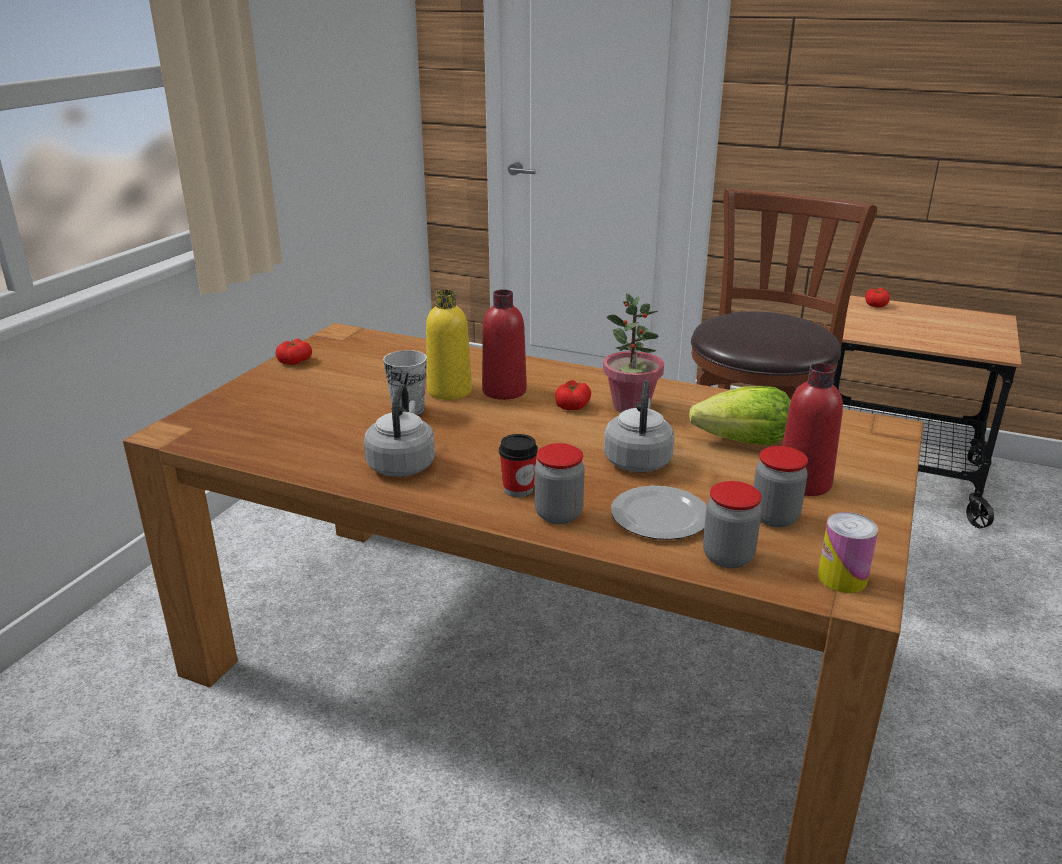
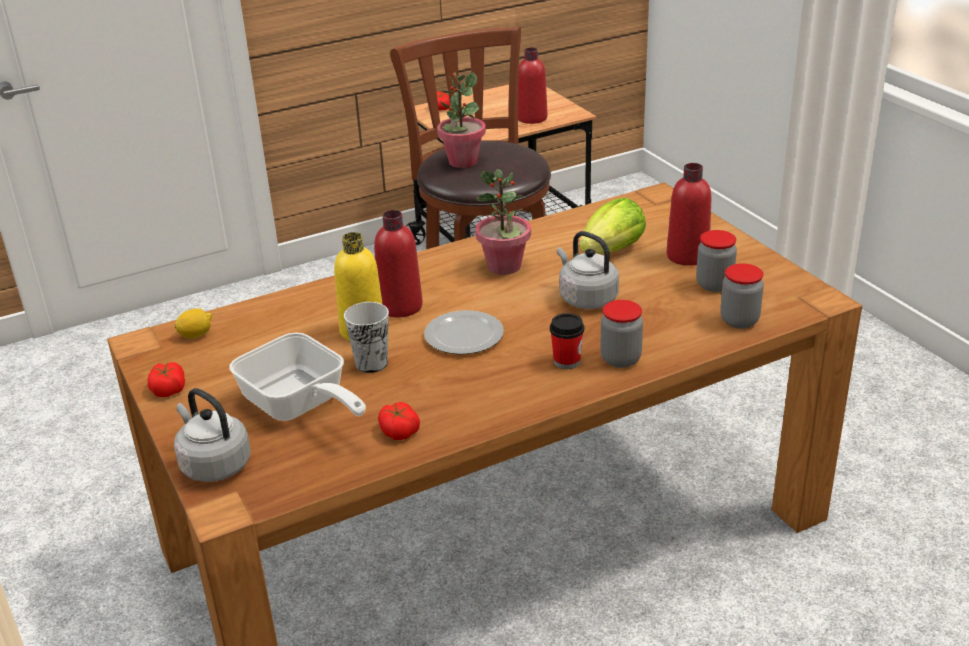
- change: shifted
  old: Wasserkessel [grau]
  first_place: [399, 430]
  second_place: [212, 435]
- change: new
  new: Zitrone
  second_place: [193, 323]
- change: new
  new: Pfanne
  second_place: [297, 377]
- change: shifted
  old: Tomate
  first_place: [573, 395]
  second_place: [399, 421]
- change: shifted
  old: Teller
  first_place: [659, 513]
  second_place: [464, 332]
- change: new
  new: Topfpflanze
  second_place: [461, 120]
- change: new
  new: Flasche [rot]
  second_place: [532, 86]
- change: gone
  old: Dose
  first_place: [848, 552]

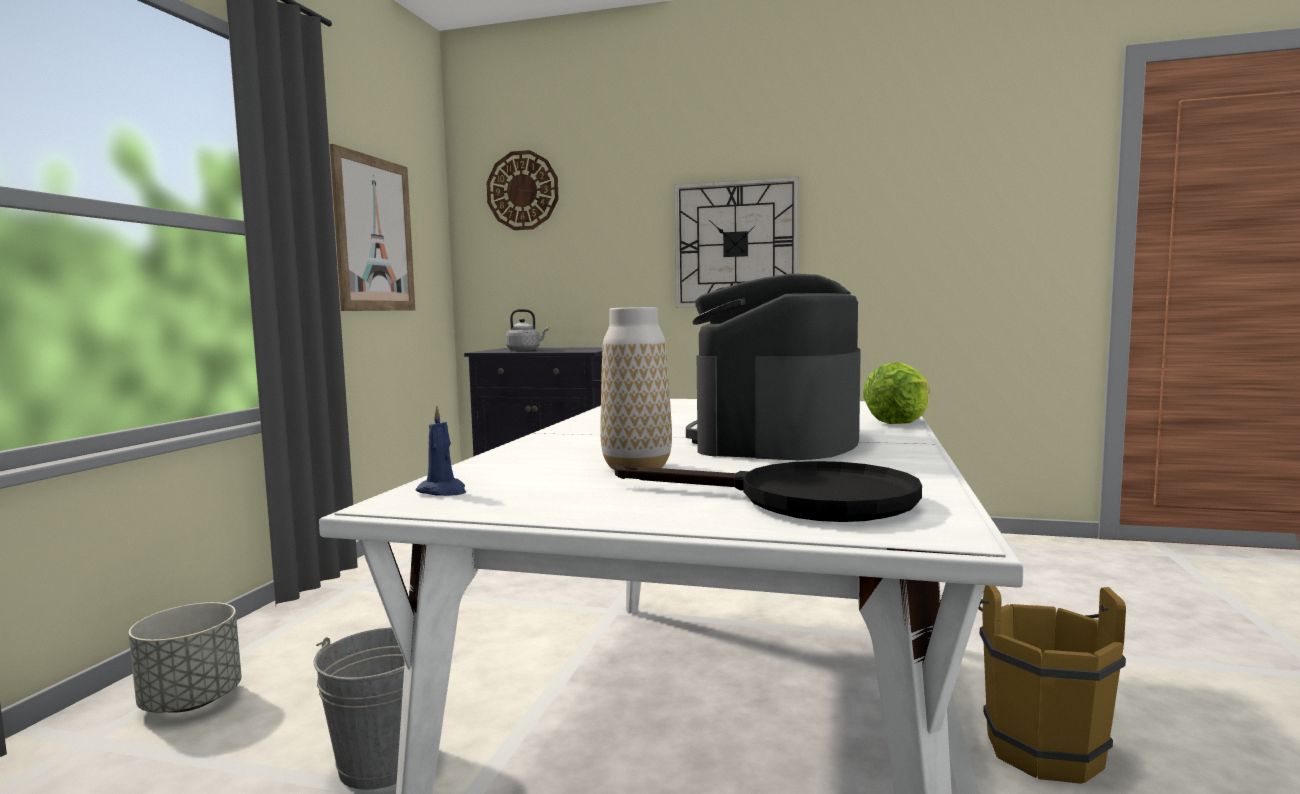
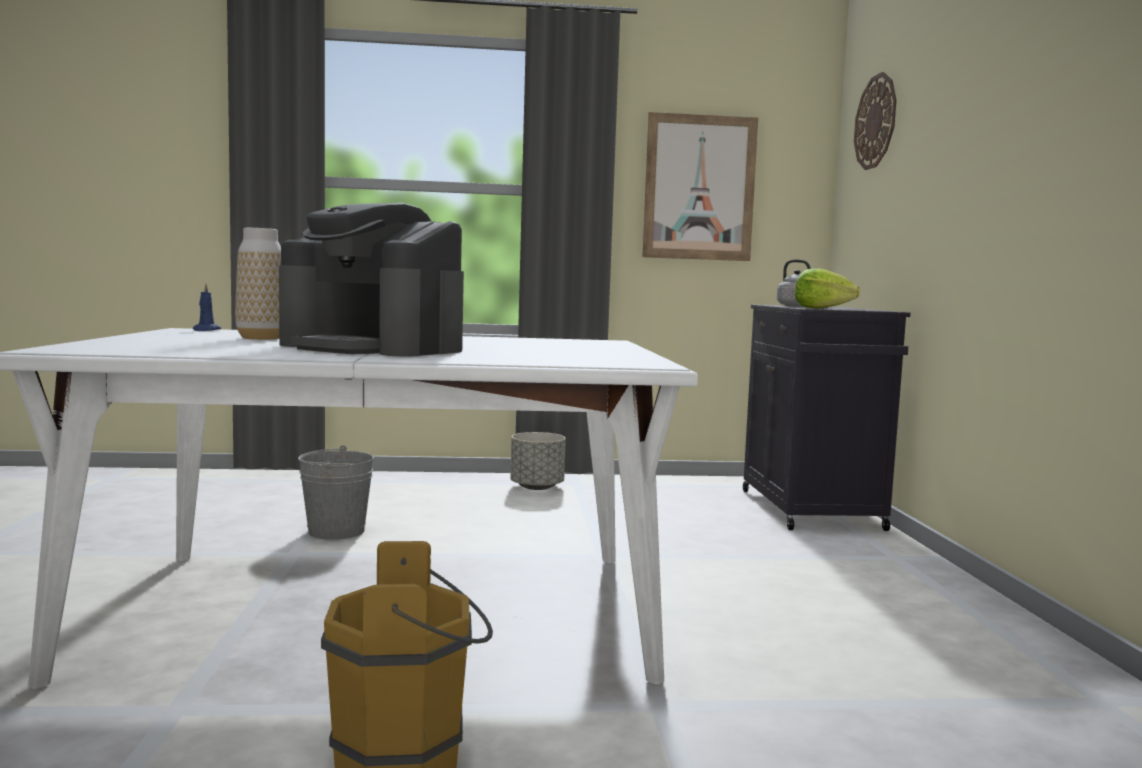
- change: rotated
  old: Kaffeemaschine
  first_place: [773, 366]
  second_place: [371, 280]
  degrees: -150
- change: shifted
  old: Pflanzkübel [grau]
  first_place: [185, 657]
  second_place: [538, 461]
- change: shifted
  old: Salatkopf
  first_place: [896, 393]
  second_place: [827, 288]
- change: gone
  old: Pfanne [schwarz]
  first_place: [768, 491]
- change: gone
  old: Wanduhr
  first_place: [736, 242]

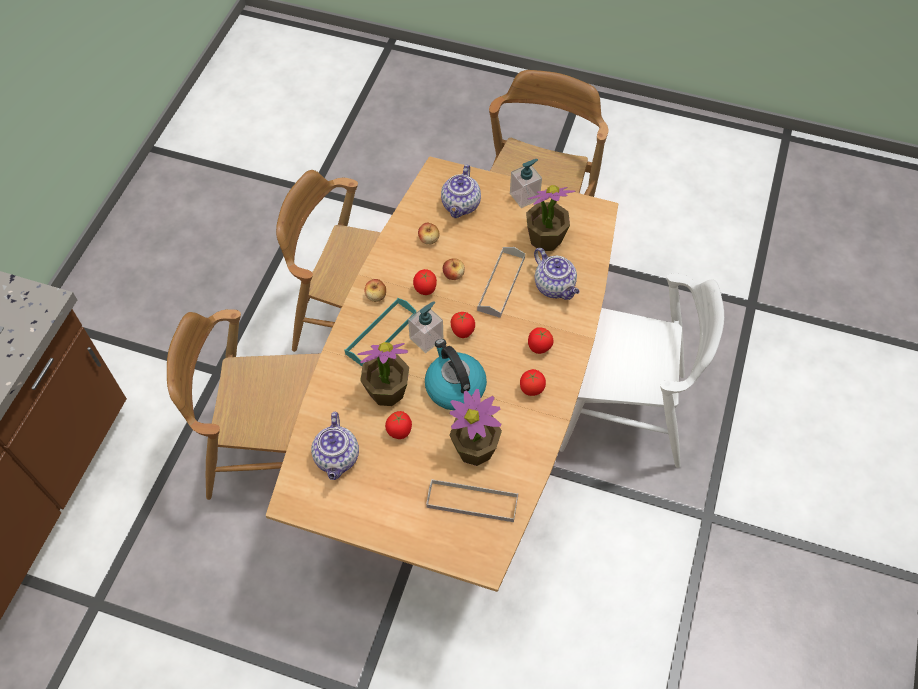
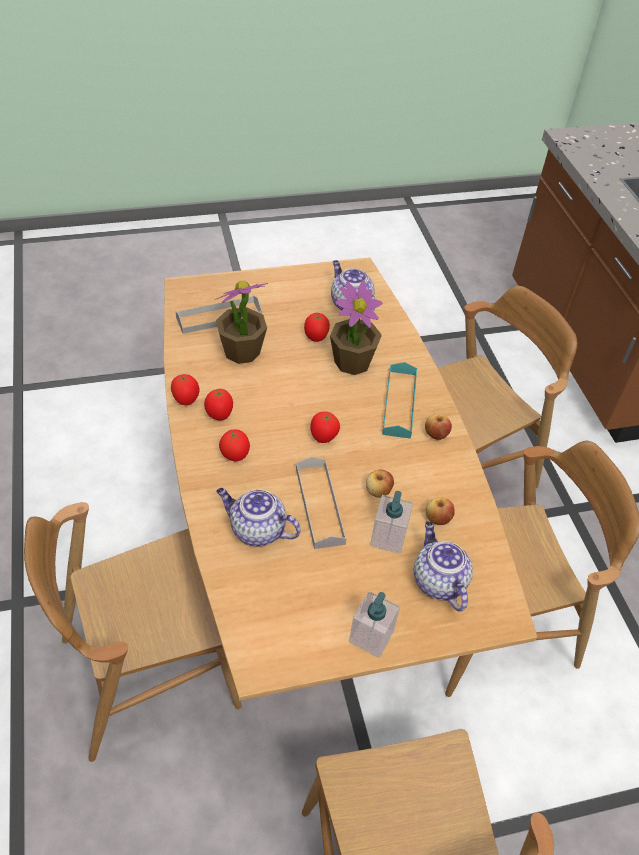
- change: repainted
  old: Stuhl [weiß]
  new: Stuhl [braun]
  first_place: [641, 370]
  second_place: [133, 632]
- change: shifted
  old: Tomate
  first_place: [425, 282]
  second_place: [185, 389]
- change: shifted
  old: Seifenspender
  first_place: [425, 327]
  second_place: [391, 522]
- change: gone
  old: Wasserkessel
  first_place: [456, 374]
- change: gone
  old: Topfpflanze
  first_place: [550, 218]

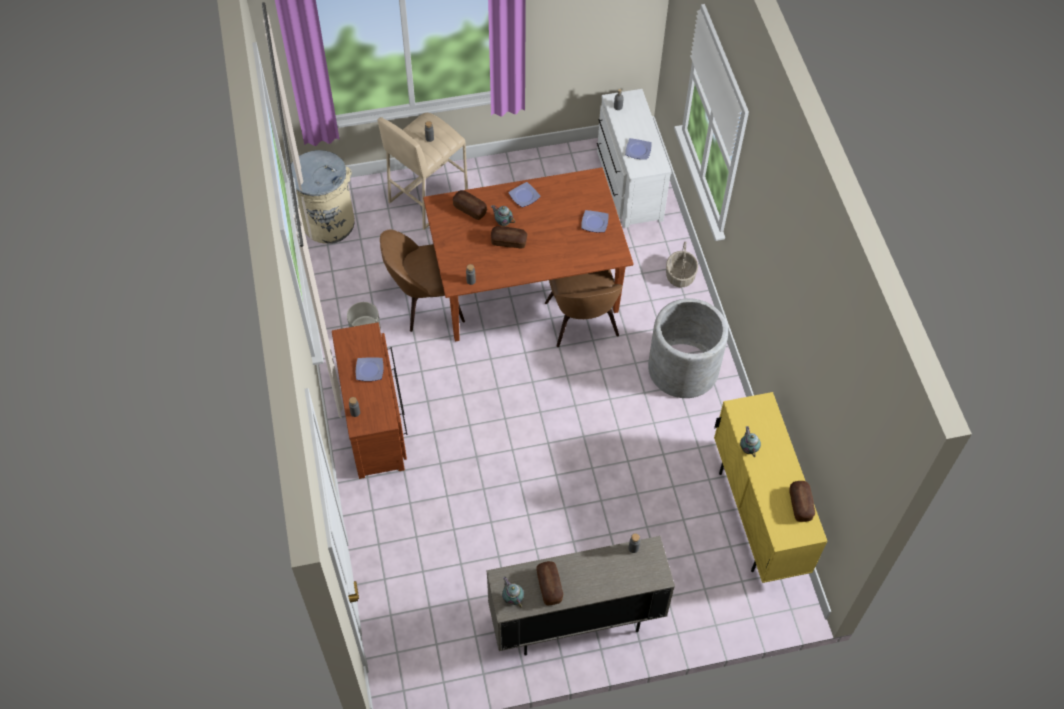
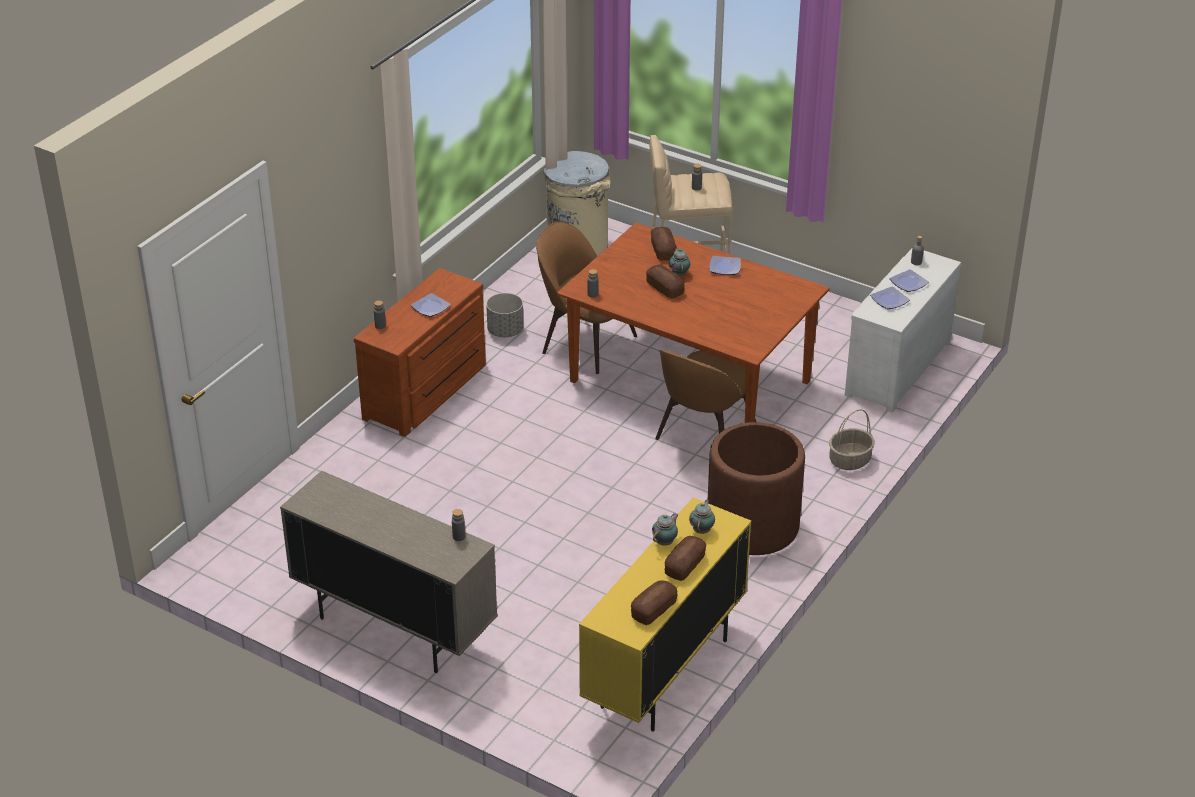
- change: shifted
  old: Brot
  first_place: [549, 583]
  second_place: [685, 558]
- change: shifted
  old: Teekanne
  first_place: [513, 592]
  second_place: [702, 517]
- change: repainted
  old: Pflanzkübel [grau]
  new: Pflanzkübel [braun]
  first_place: [688, 348]
  second_place: [756, 488]
- change: shifted
  old: Teller
  first_place: [594, 221]
  second_place: [909, 280]

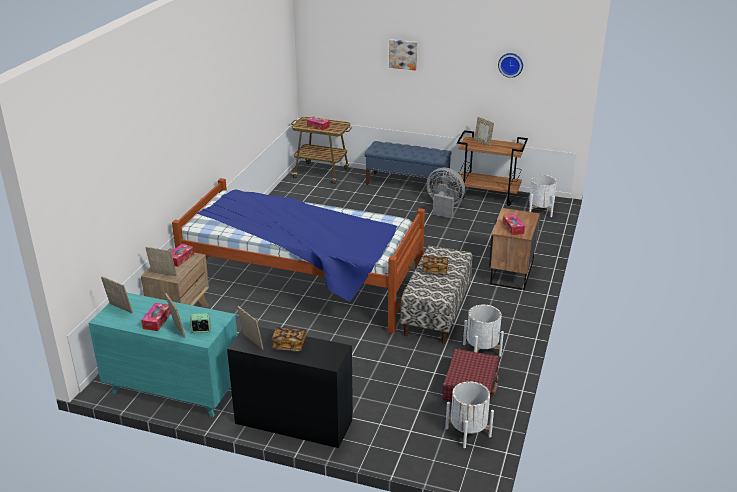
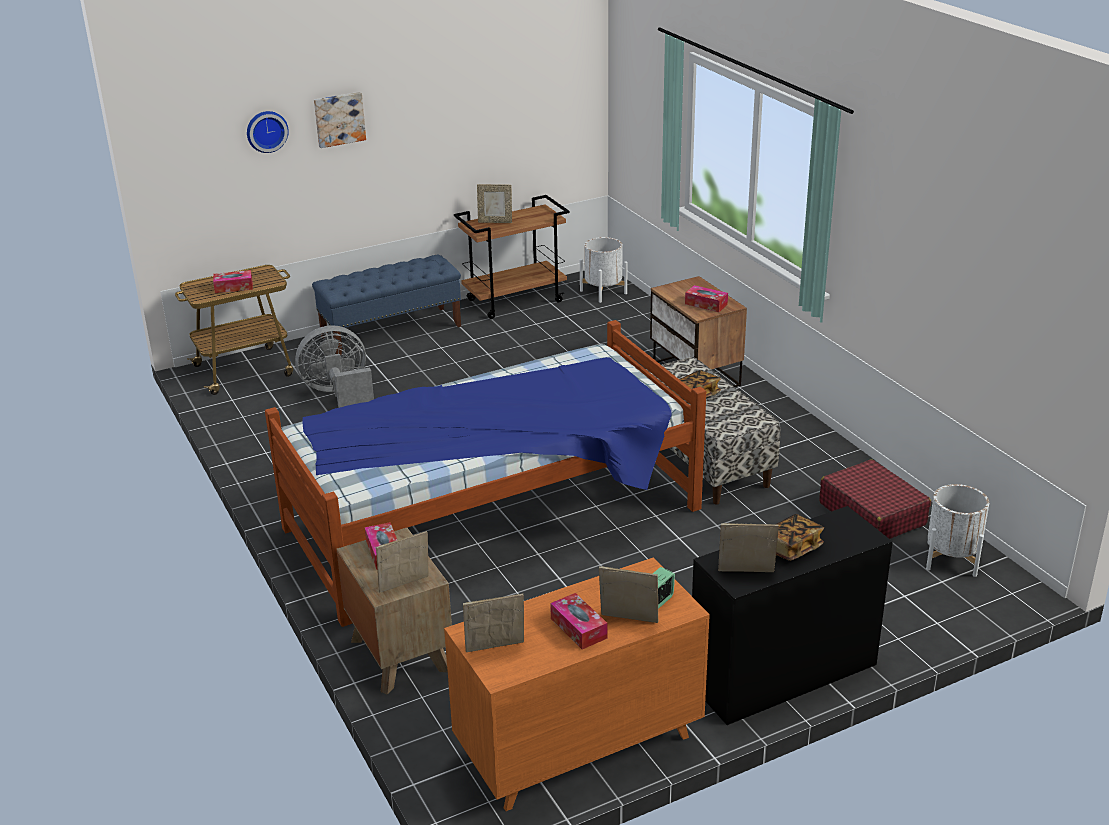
- change: shifted
  old: Wanduhr
  first_place: [510, 65]
  second_place: [268, 132]
- change: shifted
  old: Ventilator [grau]
  first_place: [446, 193]
  second_place: [334, 366]
- change: repainted
  old: Kommode [türkis]
  new: Kommode [orange]
  first_place: [162, 354]
  second_place: [577, 684]
- change: gone
  old: Pflanzkübel [weiß]
  first_place: [483, 331]

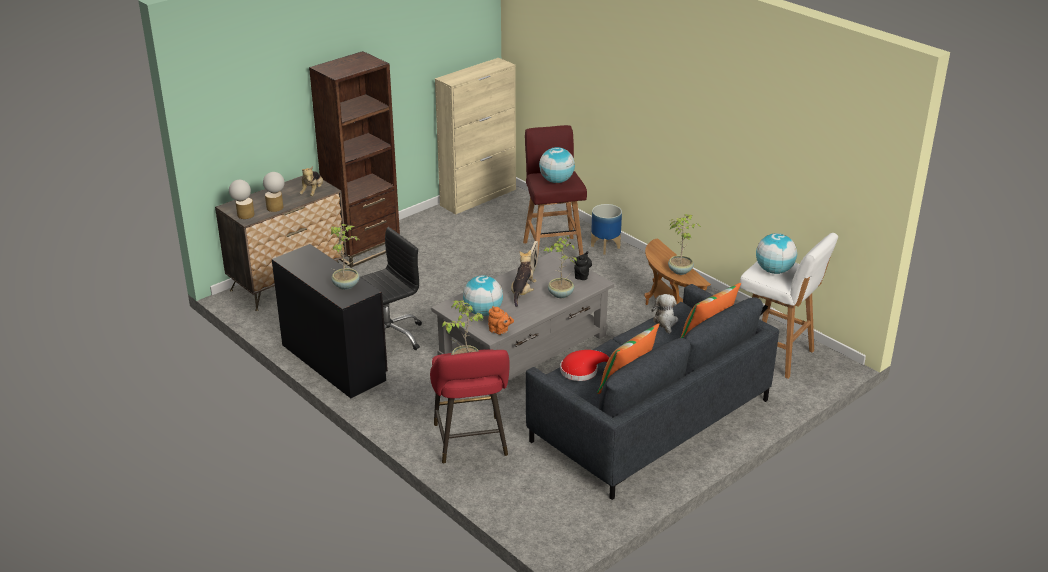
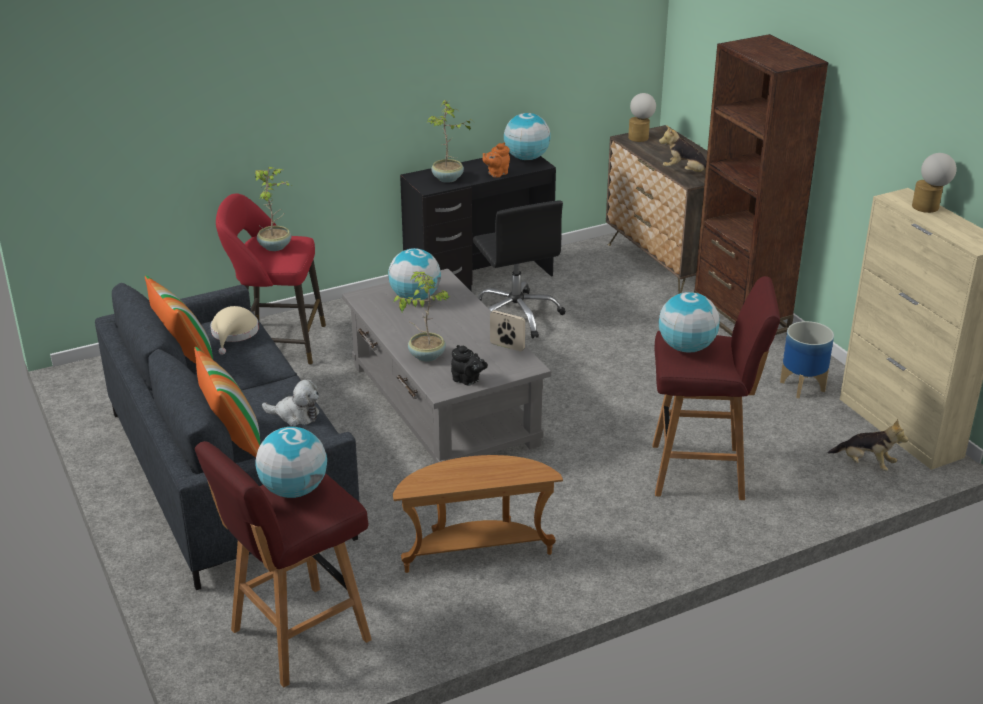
- change: repainted
  old: Hocker [weiß]
  new: Hocker [rot]
  first_place: [789, 306]
  second_place: [283, 564]
- change: repainted
  old: Hut [rot]
  new: Hut [beige]
  first_place: [585, 365]
  second_place: [234, 330]
- change: shifted
  old: Teekanne [orange]
  first_place: [501, 320]
  second_place: [496, 160]
- change: new
  new: Globus
  second_place: [527, 136]
- change: shifted
  old: Pflanzkübel
  first_place: [606, 229]
  second_place: [807, 359]
- change: shifted
  old: Plüschtier
  first_place: [523, 278]
  second_place: [868, 445]
- change: shifted
  old: Tischlampe
  first_place: [274, 192]
  second_place: [934, 183]
- change: gone
  old: Topfpflanze
  first_place: [684, 244]

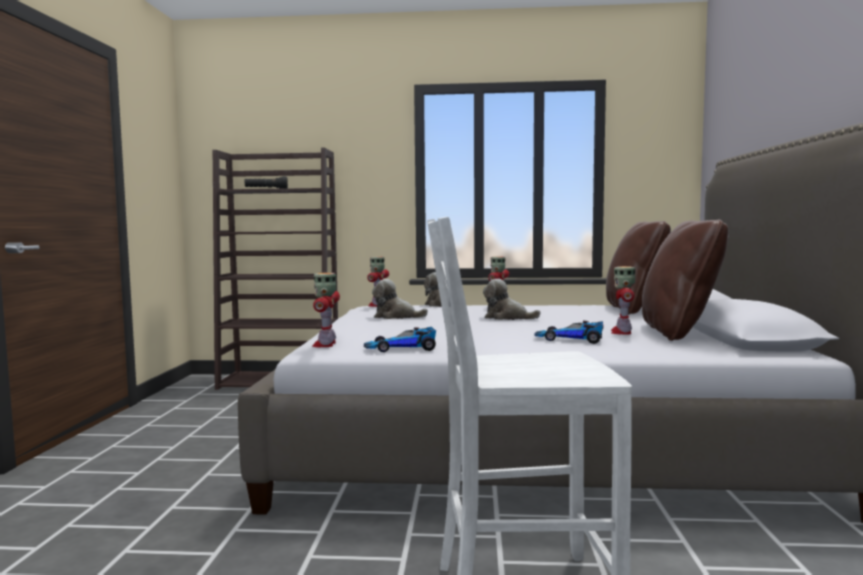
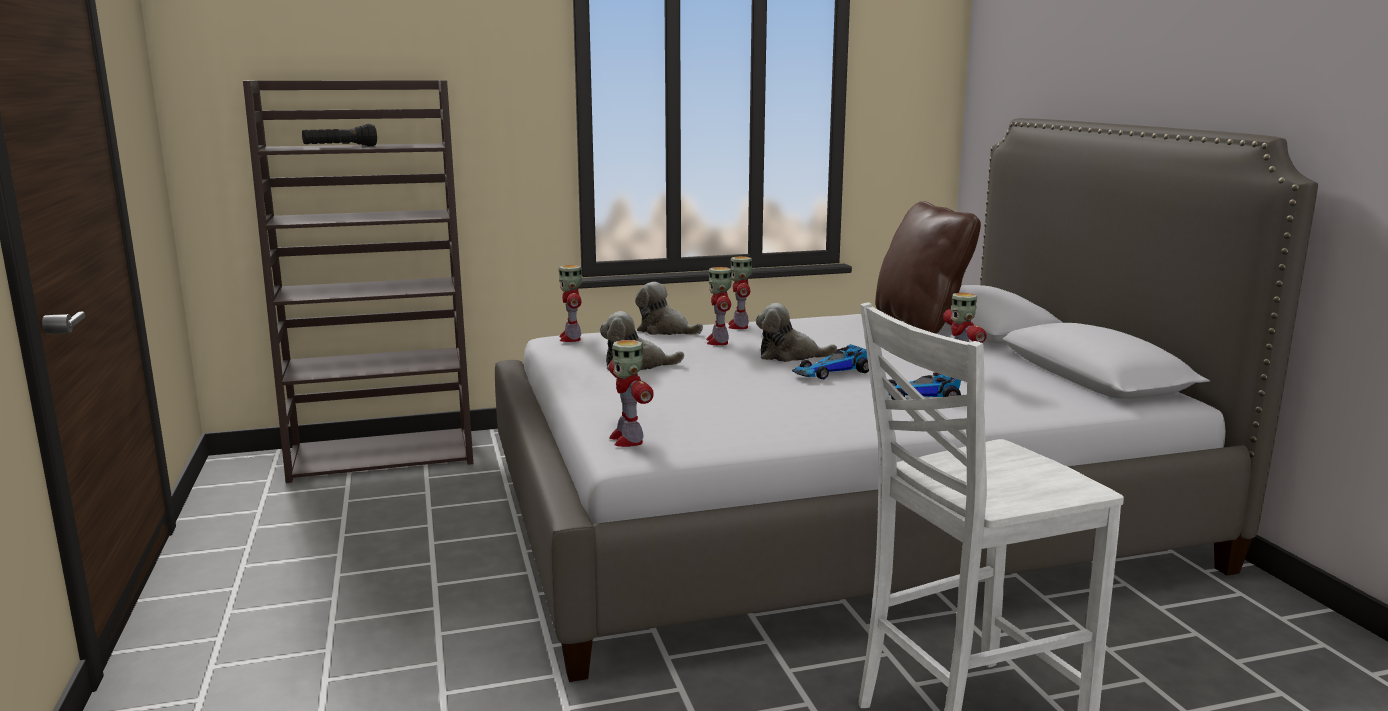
- change: new
  new: Spielzeugroboter
  second_place: [719, 306]
- change: shifted
  old: Spielzeugauto
  first_place: [400, 339]
  second_place: [830, 361]
- change: gone
  old: Kissen [braun]
  first_place: [685, 280]

